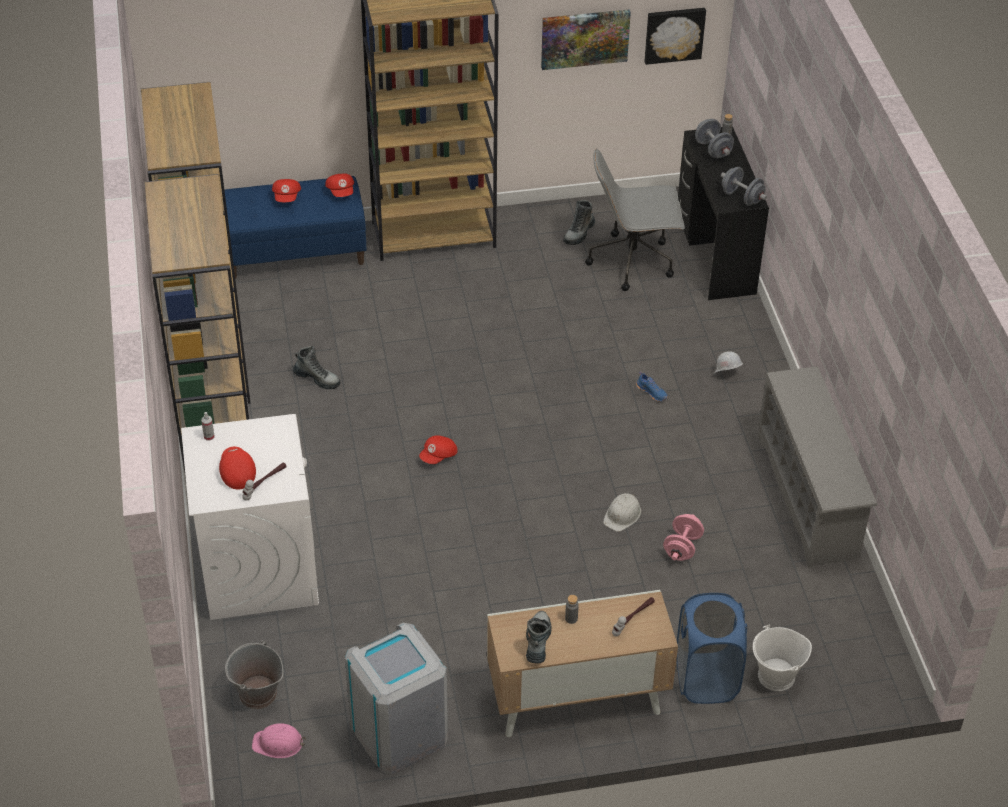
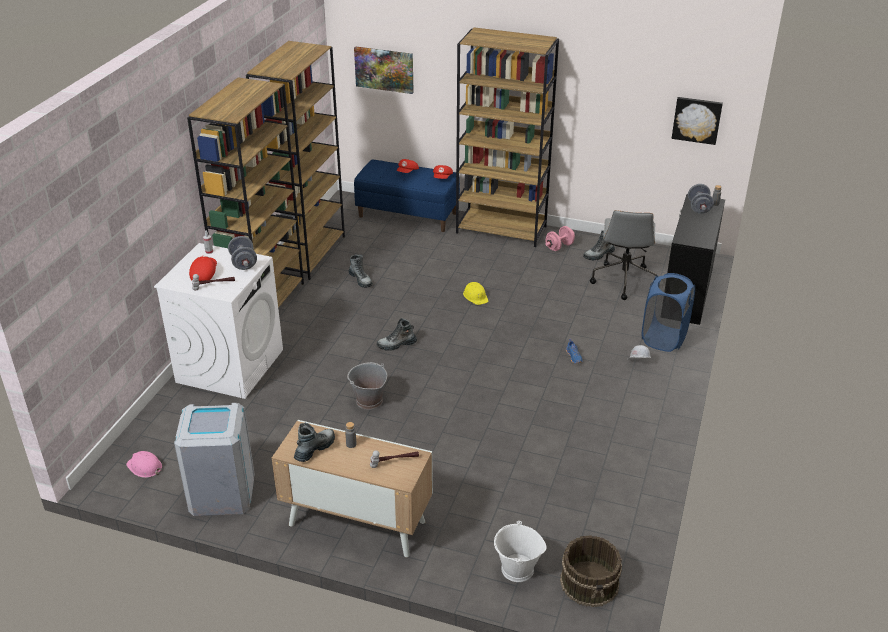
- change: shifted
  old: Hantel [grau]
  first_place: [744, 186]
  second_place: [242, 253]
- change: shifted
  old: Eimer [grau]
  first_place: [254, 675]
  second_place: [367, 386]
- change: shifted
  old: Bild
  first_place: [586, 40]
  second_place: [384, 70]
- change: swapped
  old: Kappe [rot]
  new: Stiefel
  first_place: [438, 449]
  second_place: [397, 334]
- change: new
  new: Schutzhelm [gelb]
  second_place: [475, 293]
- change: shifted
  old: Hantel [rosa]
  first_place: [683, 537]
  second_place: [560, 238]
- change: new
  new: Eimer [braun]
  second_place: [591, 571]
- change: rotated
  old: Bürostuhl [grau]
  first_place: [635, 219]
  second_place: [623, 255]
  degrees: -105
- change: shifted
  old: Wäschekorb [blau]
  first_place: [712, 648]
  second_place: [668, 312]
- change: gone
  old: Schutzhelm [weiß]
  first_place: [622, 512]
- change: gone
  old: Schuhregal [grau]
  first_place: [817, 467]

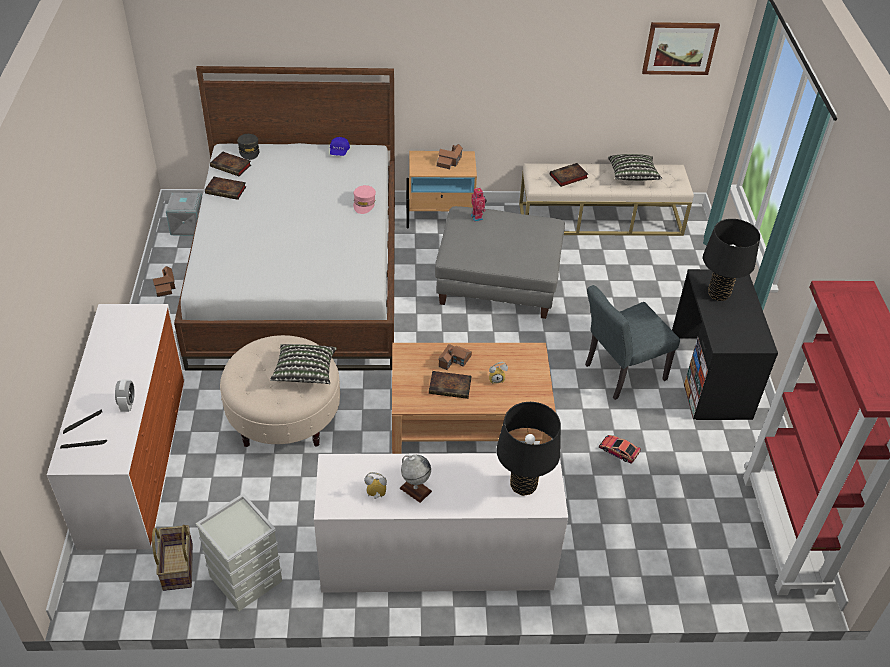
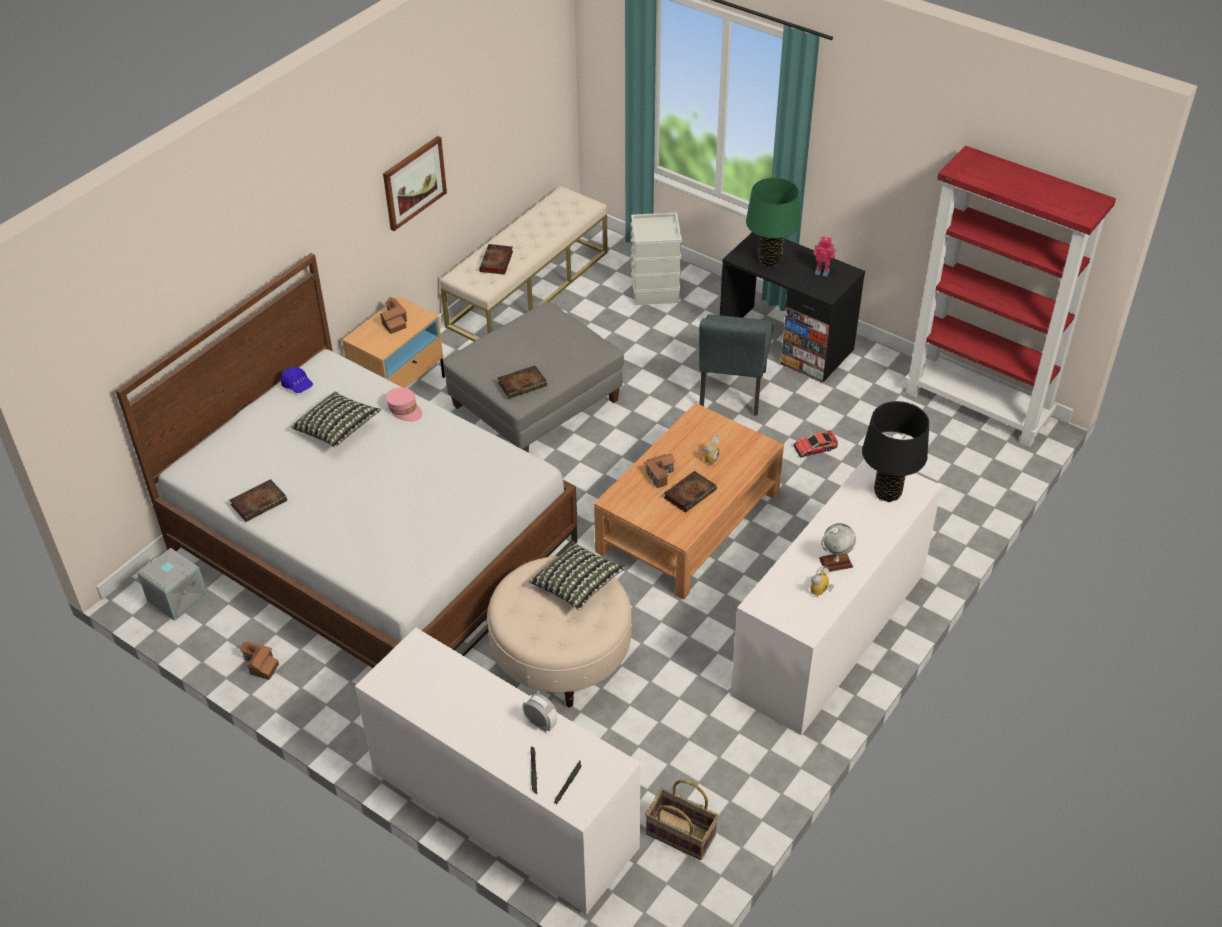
- change: shifted
  old: Kissen
  first_place: [635, 167]
  second_place: [336, 419]
- change: shifted
  old: Bild
  first_place: [681, 48]
  second_place: [415, 183]
- change: shifted
  old: Buch
  first_place: [230, 164]
  second_place: [522, 382]
- change: shifted
  old: Aufbewahrungsbox [grau]
  first_place: [239, 552]
  second_place: [656, 258]
- change: repainted
  old: Tischlampe [schwarz]
  new: Tischlampe [grün]
  first_place: [731, 260]
  second_place: [773, 222]
- change: shifted
  old: Spielzeugroboter
  first_place: [478, 205]
  second_place: [824, 256]
- change: gone
  old: Kappe [grau]
  first_place: [248, 147]

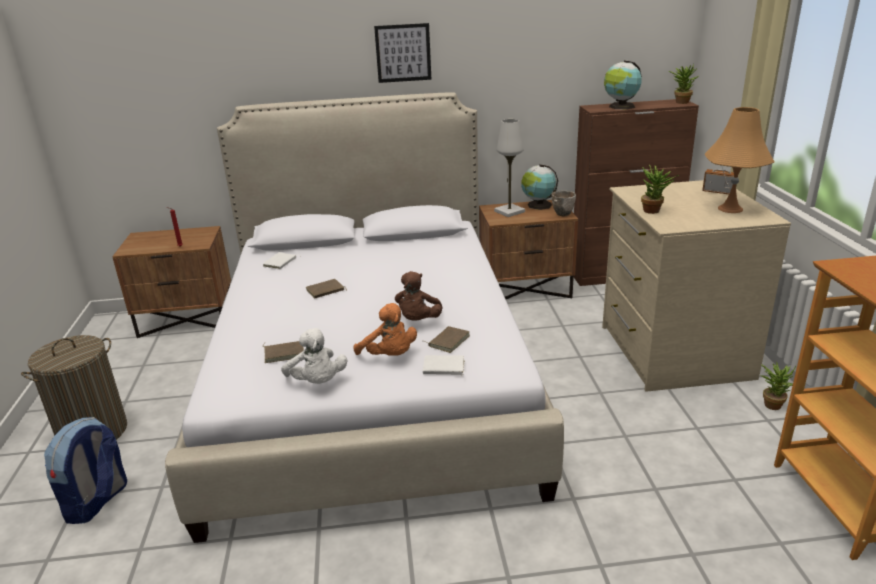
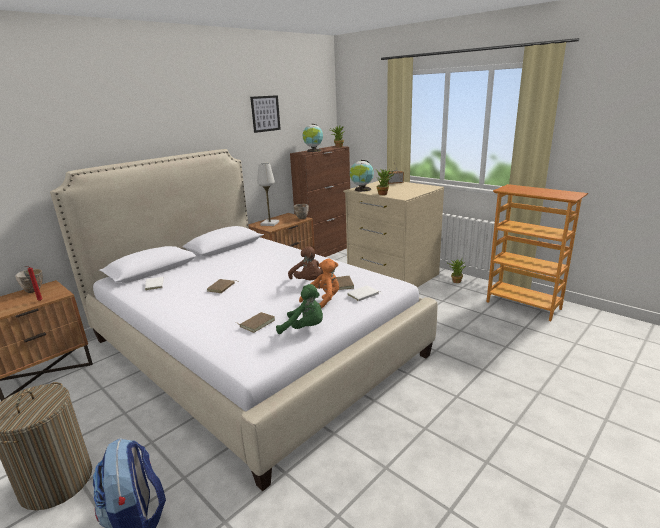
- change: new
  new: Schüssel
  second_place: [29, 281]
- change: shifted
  old: Bild
  first_place: [402, 53]
  second_place: [265, 114]
- change: repainted
  old: Plüschtier [weiß]
  new: Plüschtier [grün]
  first_place: [314, 356]
  second_place: [299, 309]
- change: rotated
  old: Plüschtier [orange]
  first_place: [385, 329]
  second_place: [319, 283]
  degrees: -45
- change: shifted
  old: Globus
  first_place: [539, 187]
  second_place: [362, 176]
- change: gone
  old: Tischlampe [orange]
  first_place: [739, 160]

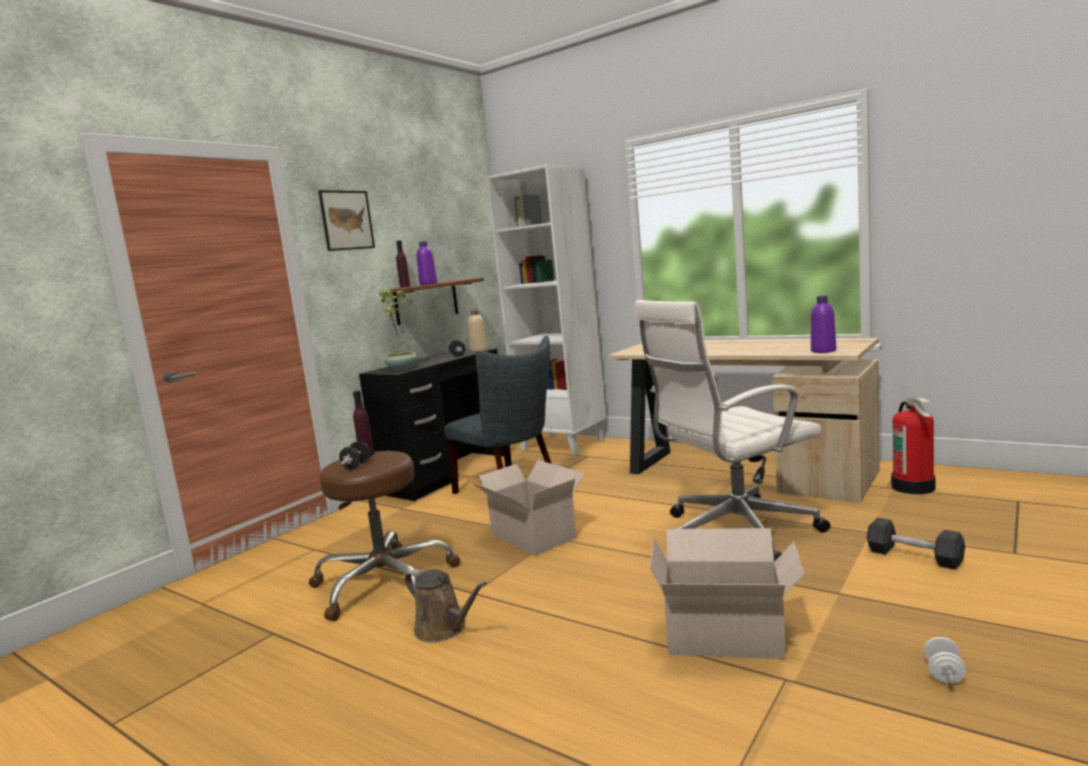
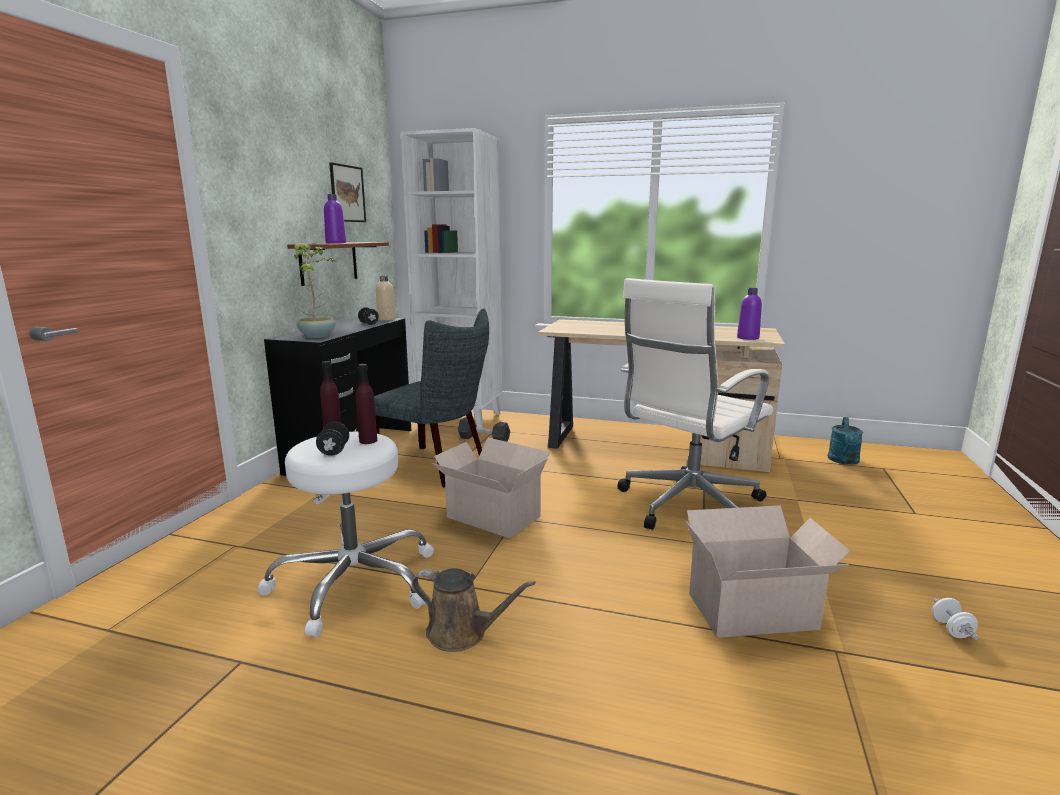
- change: repainted
  old: Hocker [braun]
  new: Hocker [weiß]
  first_place: [385, 536]
  second_place: [345, 534]
- change: shifted
  old: Bild
  first_place: [346, 220]
  second_place: [347, 192]
- change: shifted
  old: Flasche [lila]
  first_place: [403, 264]
  second_place: [366, 404]
- change: shifted
  old: Hantel [schwarz]
  first_place: [916, 543]
  second_place: [484, 429]
- change: new
  new: Gießkanne [türkis]
  second_place: [845, 441]
- change: gone
  old: Feuerlöscher
  first_place: [913, 446]

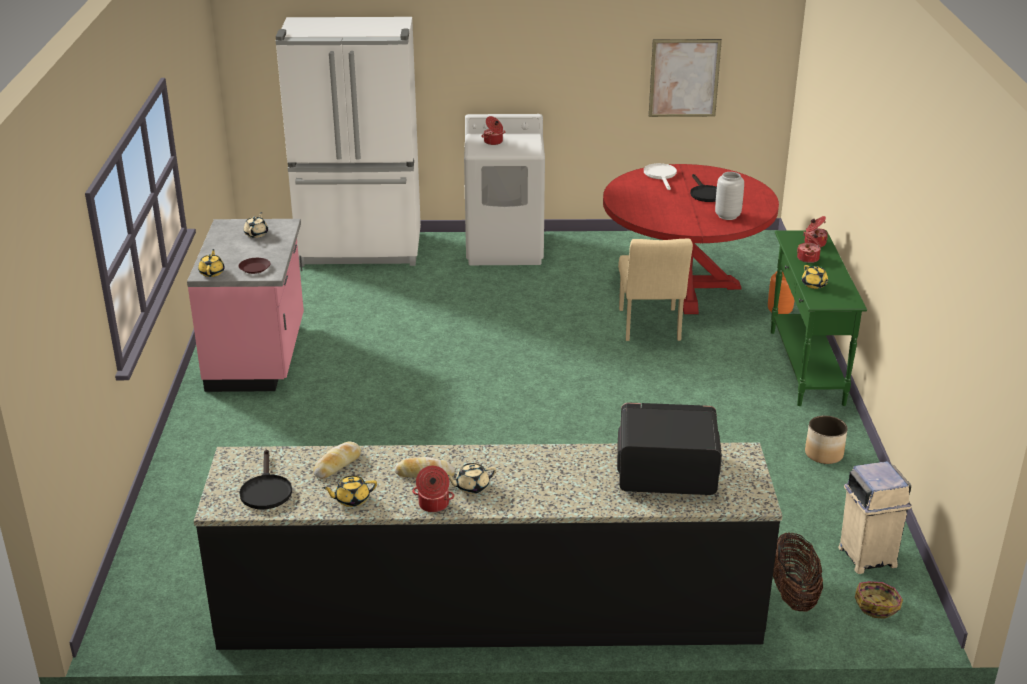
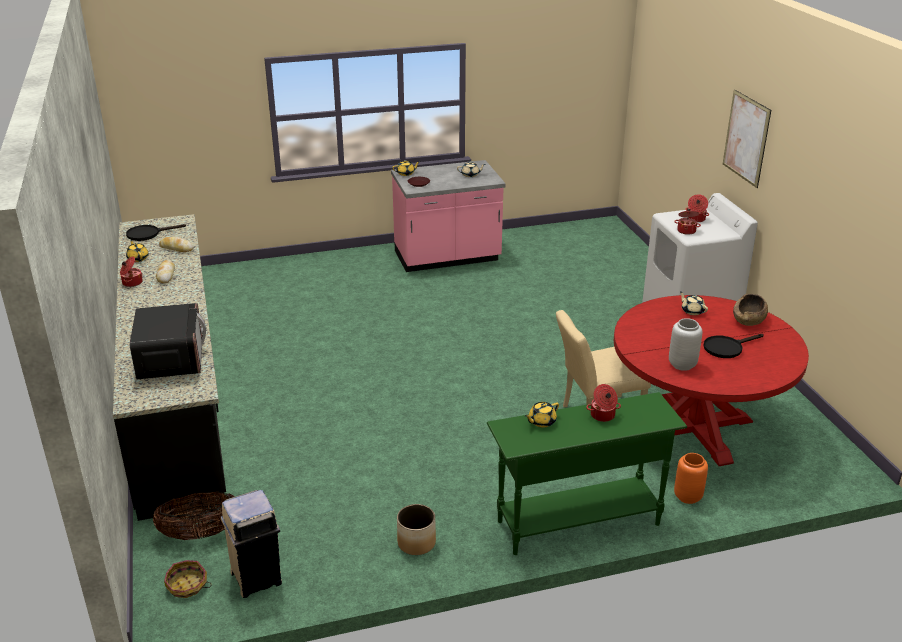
- change: shifted
  old: Kochtopf
  first_place: [816, 231]
  second_place: [687, 222]
- change: shifted
  old: Teekanne [beige]
  first_place: [472, 478]
  second_place: [694, 303]
- change: shifted
  old: Bild
  first_place: [685, 78]
  second_place: [747, 139]
- change: swapped
  old: Pfanne [weiß]
  new: Schüssel [braun]
  first_place: [660, 176]
  second_place: [750, 310]
- change: gone
  old: Kühlschrank [weiß]
  first_place: [348, 141]

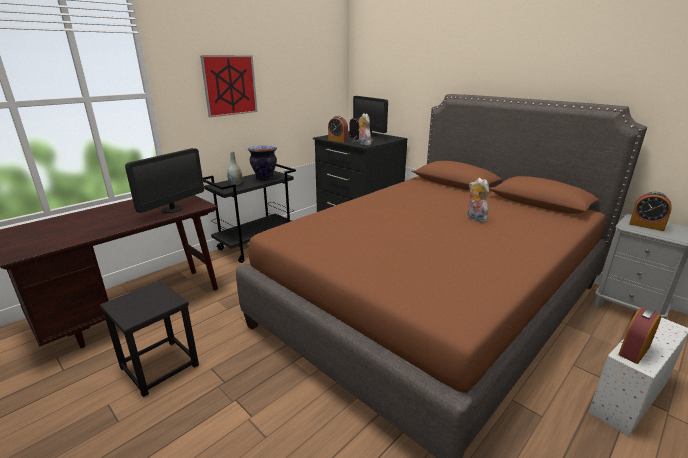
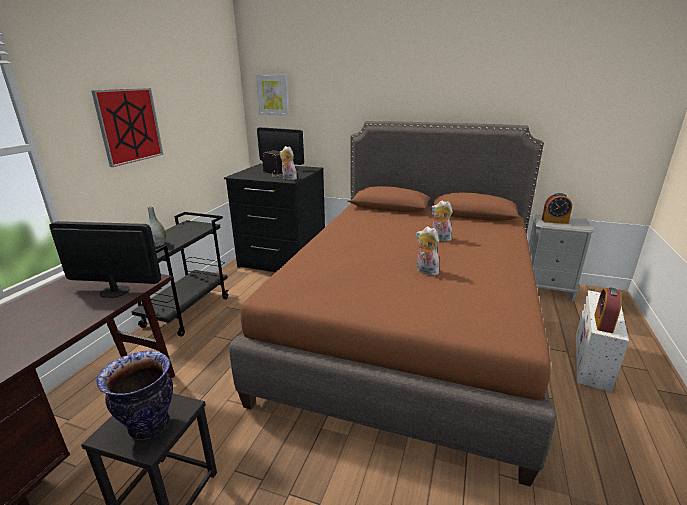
- change: rotated
  old: Monitor
  first_place: [164, 180]
  second_place: [105, 259]
  degrees: -90
- change: shifted
  old: Vase
  first_place: [262, 163]
  second_place: [135, 395]
- change: new
  new: Bild
  second_place: [272, 95]
- change: new
  new: Plüschtier
  second_place: [427, 251]
- change: gone
  old: Wecker
  first_place: [338, 129]

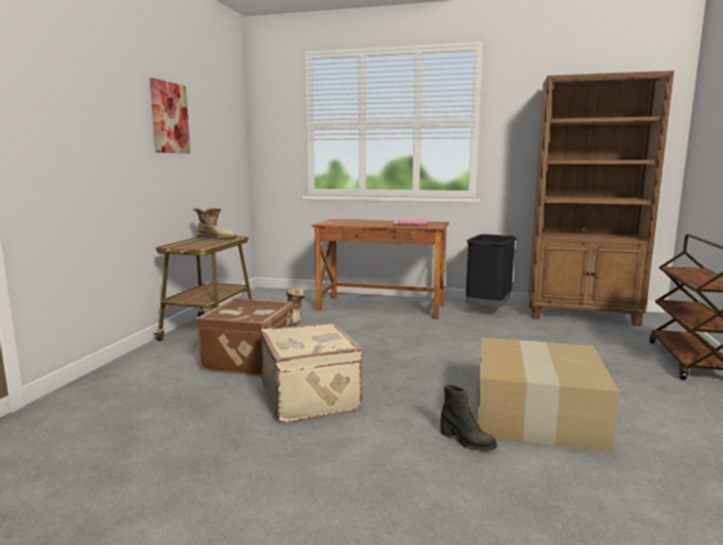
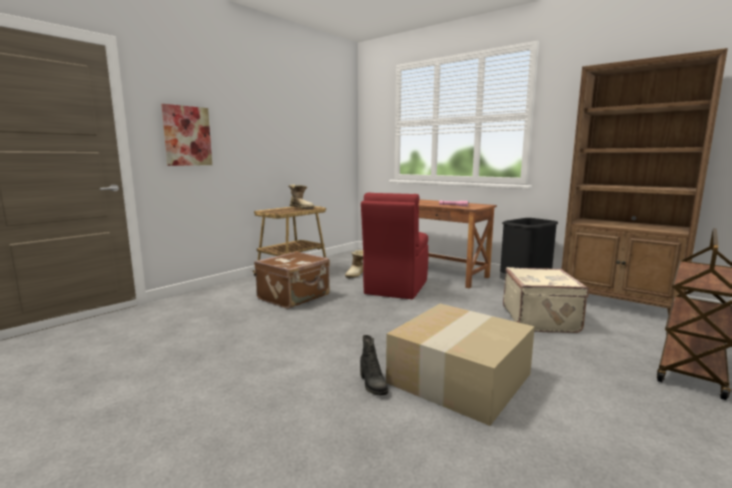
- change: shifted
  old: Bild
  first_place: [169, 115]
  second_place: [186, 135]
- change: new
  new: Stuhl [rot]
  second_place: [394, 245]
- change: shifted
  old: Koffer [beige]
  first_place: [312, 372]
  second_place: [546, 300]

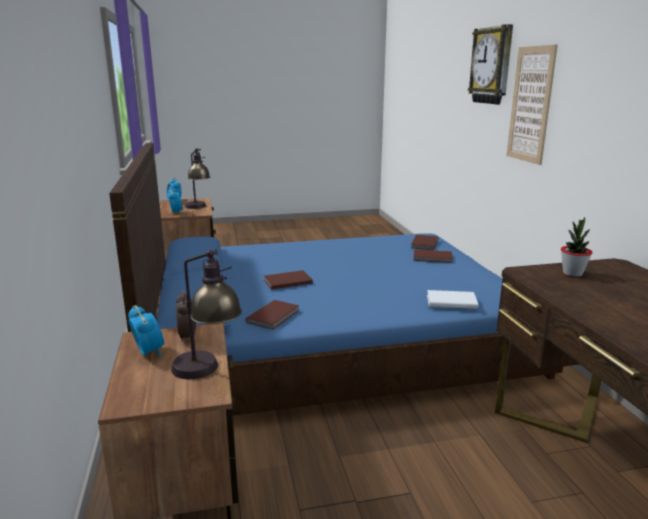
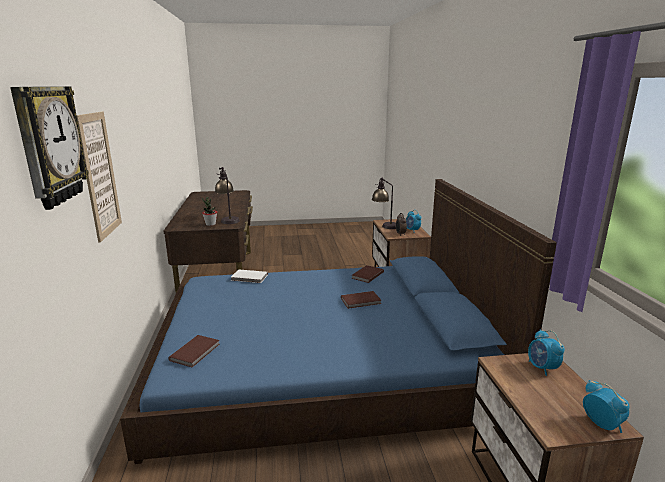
- change: shifted
  old: Tischlampe
  first_place: [197, 178]
  second_place: [227, 195]
- change: gone
  old: Buch [braun]
  first_place: [433, 256]

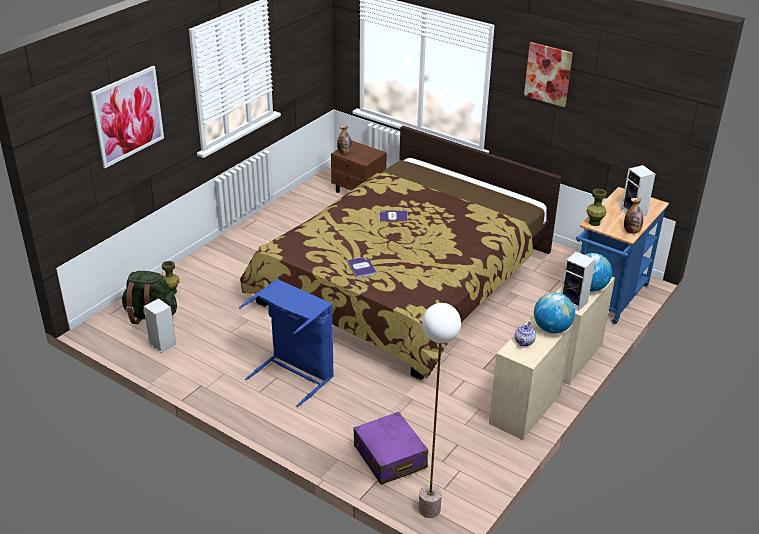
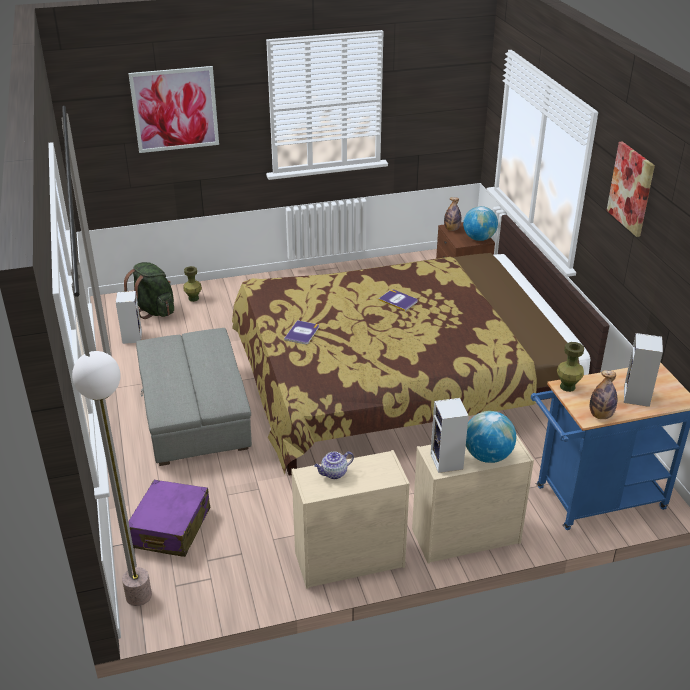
- change: swapped
  old: Wäschekorb [blau]
  new: Polsterhocker [grau]
  first_place: [286, 343]
  second_place: [194, 397]
- change: shifted
  old: Globus
  first_place: [554, 313]
  second_place: [480, 223]

